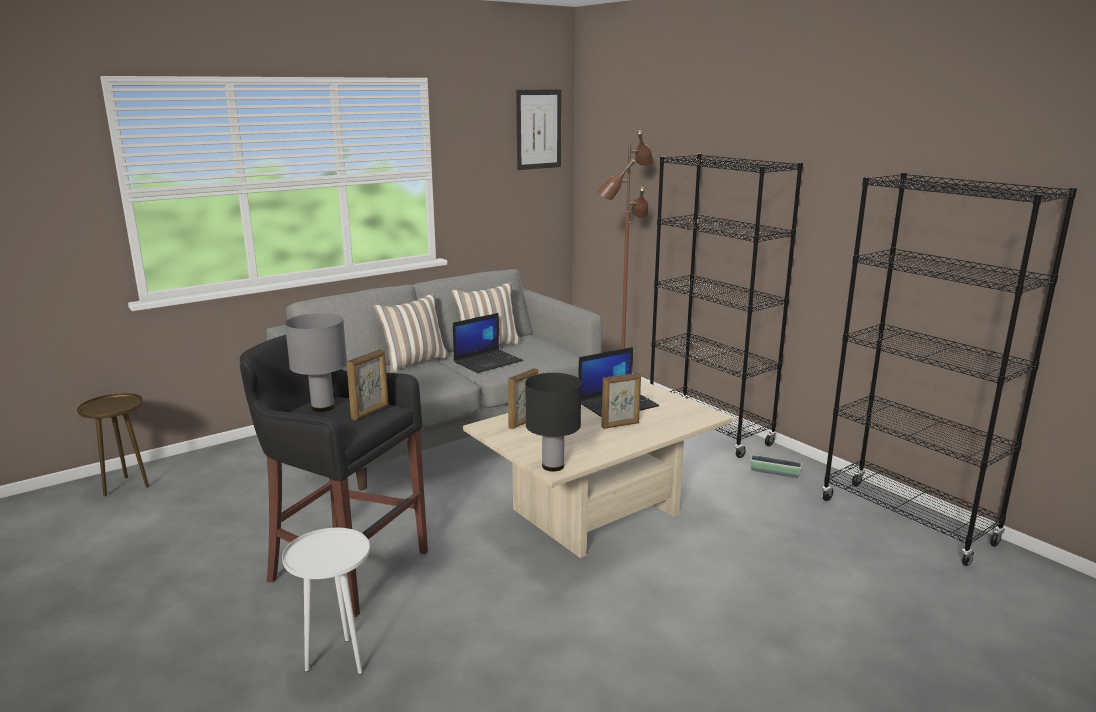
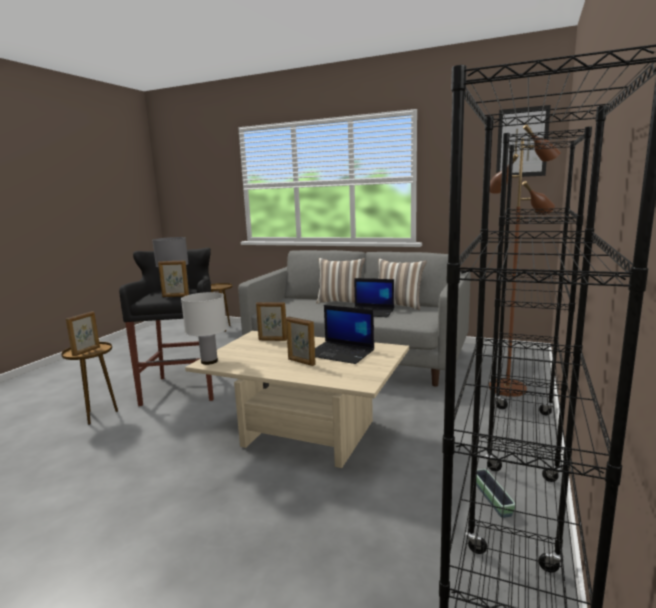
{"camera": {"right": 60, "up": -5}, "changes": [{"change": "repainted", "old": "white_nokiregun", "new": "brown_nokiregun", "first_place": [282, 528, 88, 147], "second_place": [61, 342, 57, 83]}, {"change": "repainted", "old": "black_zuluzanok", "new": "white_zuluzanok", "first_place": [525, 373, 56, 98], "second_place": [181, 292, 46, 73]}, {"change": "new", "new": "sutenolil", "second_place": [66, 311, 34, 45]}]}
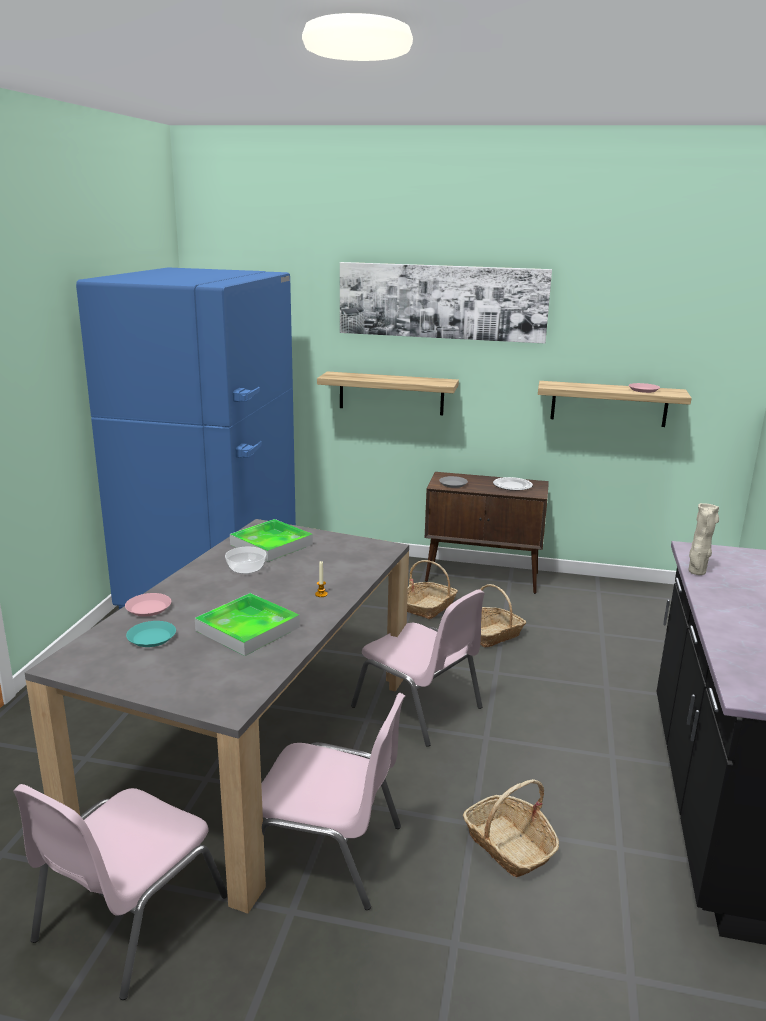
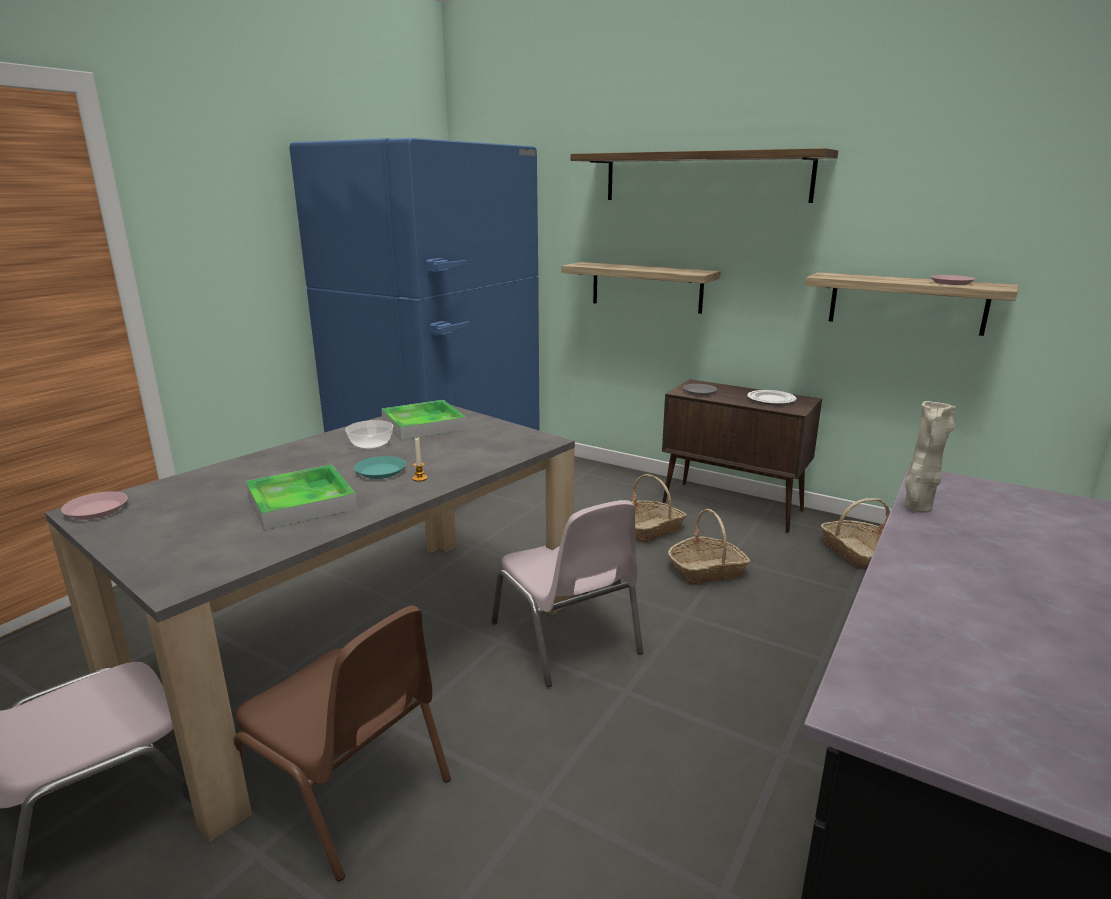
{"camera": {"right": 20, "up": 0}, "changes": [{"change": "shifted", "old": "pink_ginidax", "first_place": [125, 593, 46, 23], "second_place": [61, 491, 67, 29]}, {"change": "shifted", "old": "turquoise_ginidax", "first_place": [126, 621, 50, 26], "second_place": [354, 456, 52, 23]}, {"change": "repainted", "old": "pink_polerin", "new": "brown_polerin", "first_place": [261, 693, 144, 217], "second_place": [234, 605, 217, 276]}, {"change": "swapped", "old": "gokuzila", "new": "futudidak", "first_place": [340, 262, 212, 82], "second_place": [571, 148, 267, 55]}, {"change": "shifted", "old": "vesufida", "first_place": [463, 779, 96, 98], "second_place": [820, 498, 70, 69]}]}
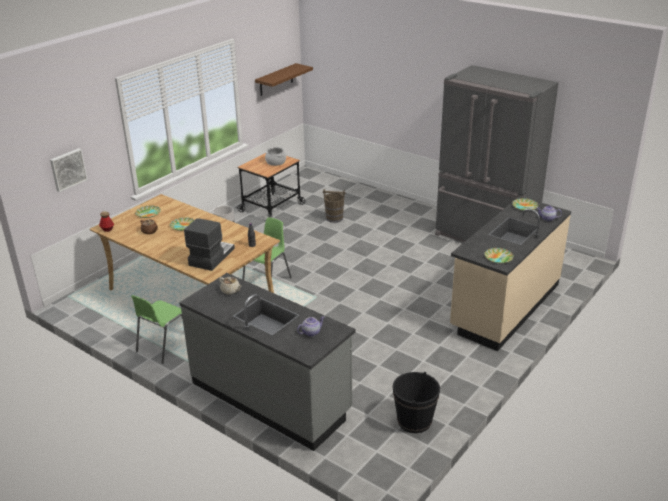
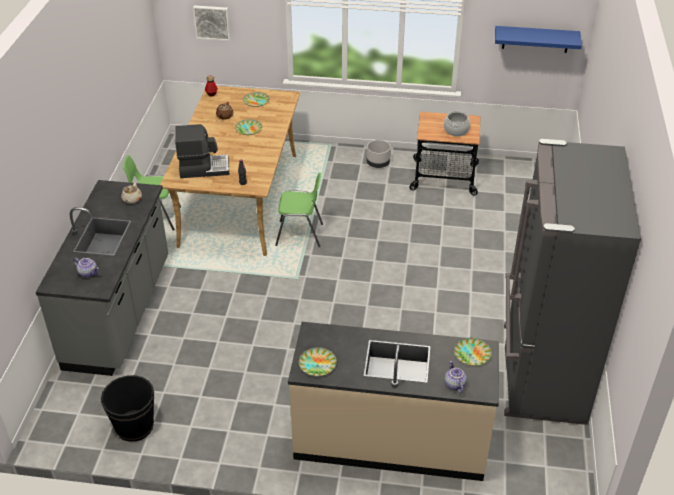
{"camera": {"right": 60, "up": 10}, "changes": [{"change": "repainted", "old": "brown_futudidak", "new": "blue_futudidak", "first_place": [255, 63, 58, 33], "second_place": [495, 26, 87, 27]}, {"change": "gone", "old": "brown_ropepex", "first_place": [323, 189, 23, 34]}]}
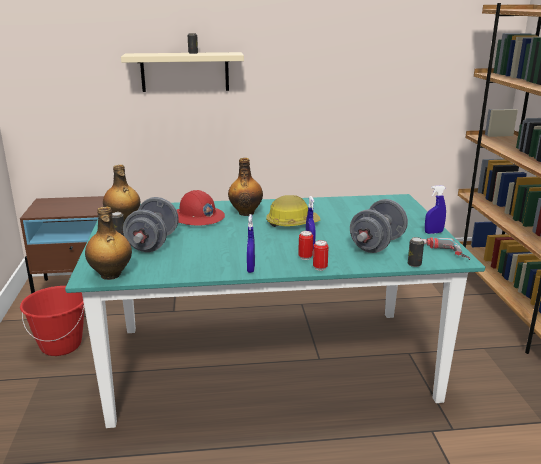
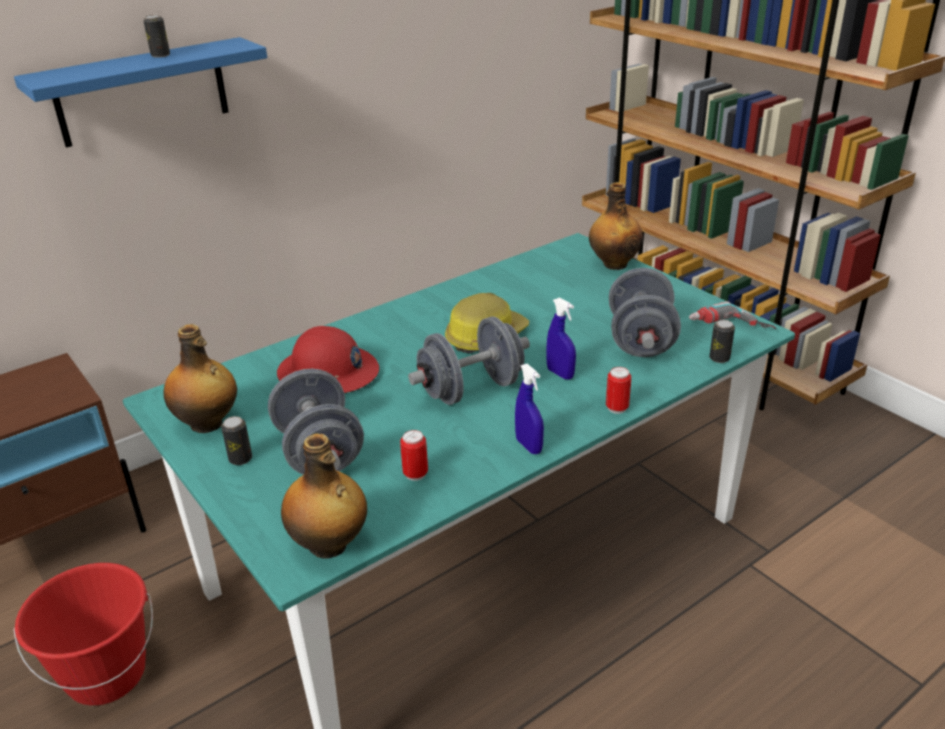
{"camera": {"right": -30, "up": 10}, "changes": [{"change": "repainted", "old": "beige_futudidak", "new": "blue_futudidak", "first_place": [121, 52, 123, 40], "second_place": [14, 37, 253, 111]}, {"change": "shifted", "old": "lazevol", "first_place": [228, 158, 35, 58], "second_place": [589, 182, 54, 88]}, {"change": "shifted", "old": "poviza", "first_place": [298, 231, 15, 29], "second_place": [400, 430, 28, 51]}, {"change": "gone", "old": "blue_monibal", "first_place": [425, 185, 21, 49]}, {"change": "new", "new": "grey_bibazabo", "second_place": [408, 317, 122, 88]}]}
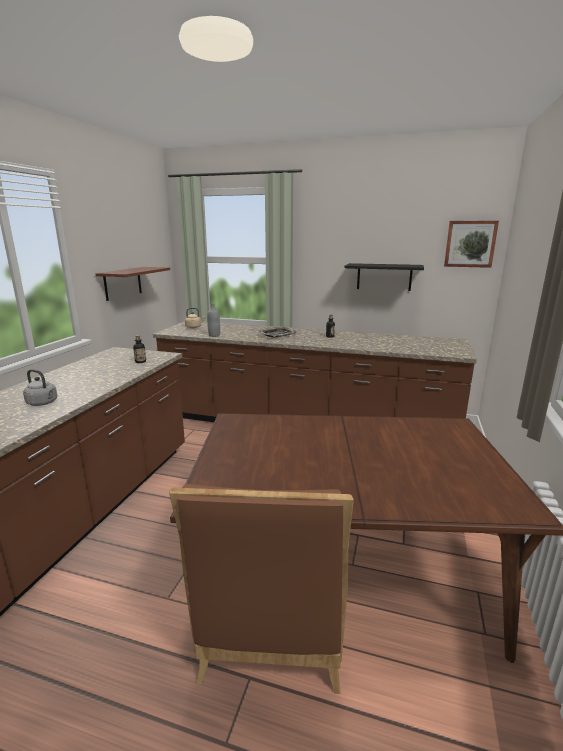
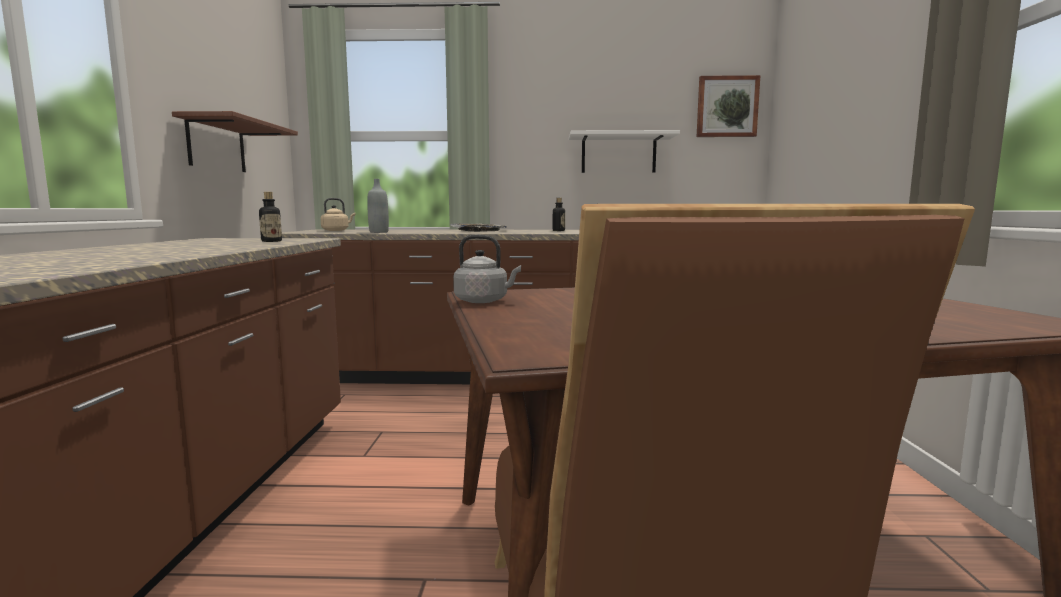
{"camera": {"right": -15, "up": -10}, "changes": [{"change": "shifted", "old": "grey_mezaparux", "first_place": [23, 369, 34, 37], "second_place": [453, 235, 68, 68]}, {"change": "repainted", "old": "black_futudidak", "new": "white_futudidak", "first_place": [344, 263, 80, 28], "second_place": [569, 130, 111, 43]}]}
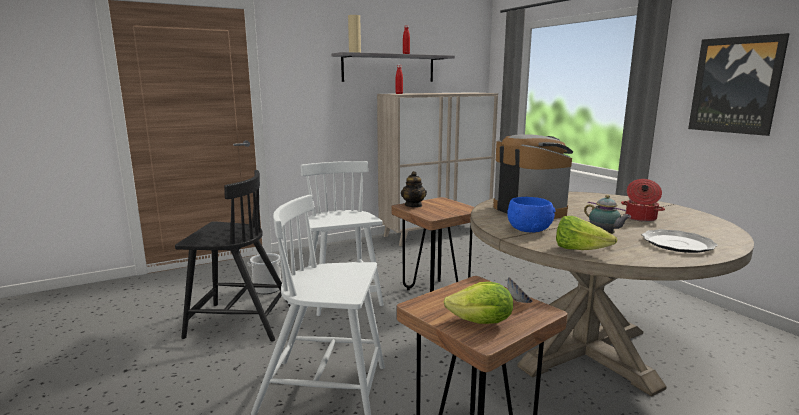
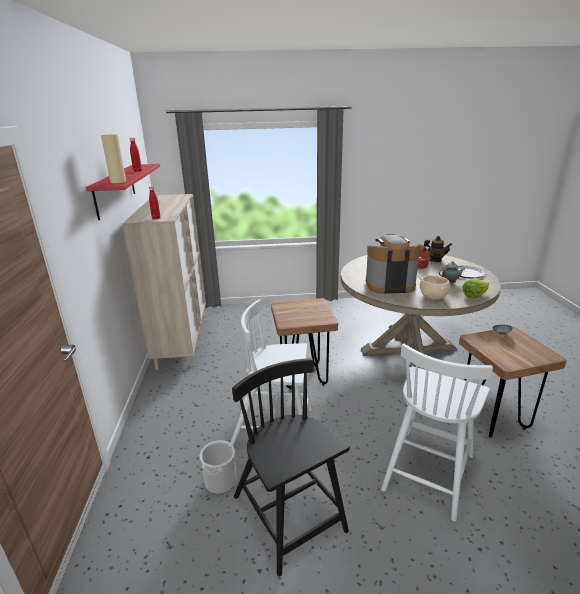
{"camera": {"right": -65, "up": 10}, "changes": [{"change": "rotated", "old": "black_polerin", "first_place": [175, 170, 116, 172], "second_place": [232, 358, 118, 218], "degrees": -60}, {"change": "repainted", "old": "grey_futudidak", "new": "red_futudidak", "first_place": [331, 52, 124, 30], "second_place": [86, 164, 74, 56]}, {"change": "shifted", "old": "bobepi", "first_place": [401, 171, 26, 37], "second_place": [424, 236, 28, 26]}, {"change": "gone", "old": "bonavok", "first_place": [443, 282, 70, 42]}, {"change": "repainted", "old": "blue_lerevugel", "new": "beige_lerevugel", "first_place": [507, 197, 49, 35], "second_place": [420, 275, 30, 25]}, {"change": "gone", "old": "gokuzila", "first_place": [688, 33, 102, 103]}]}
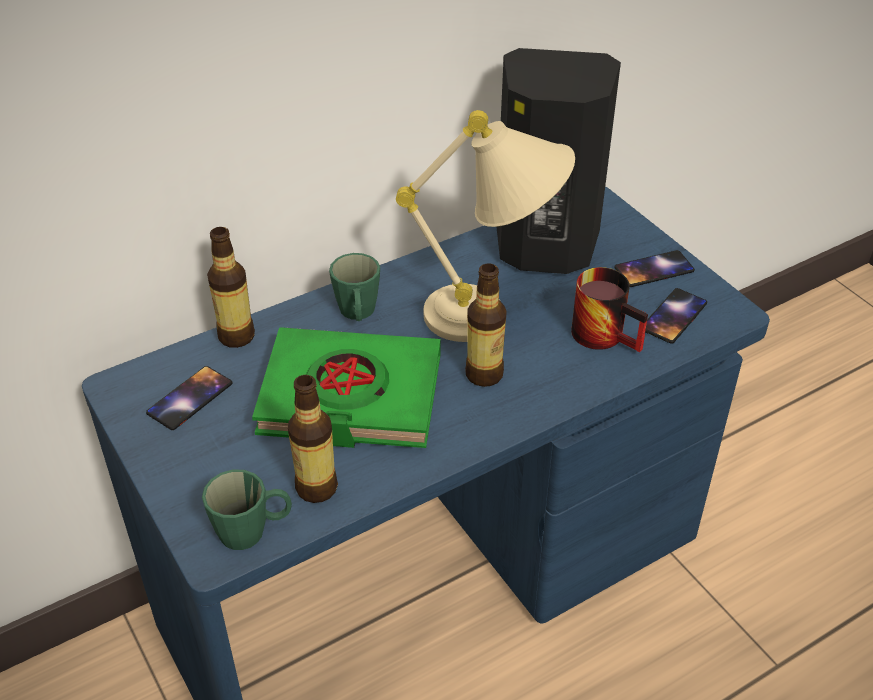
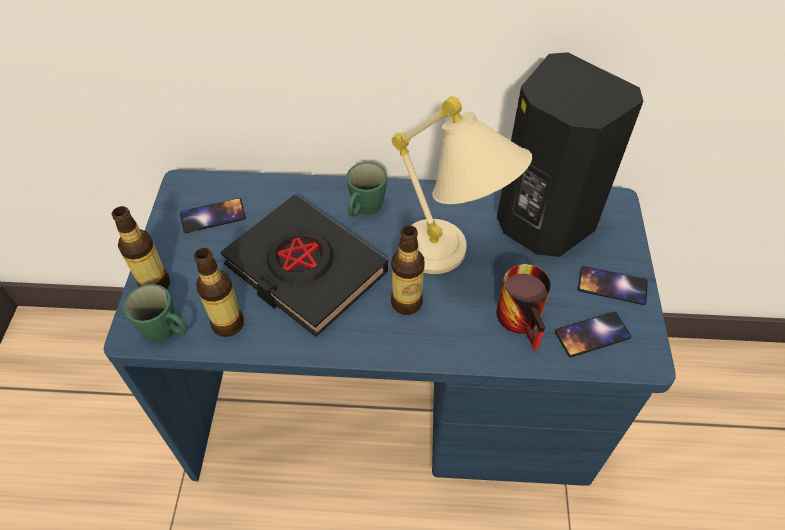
{"camera": {"right": 35, "up": 10}, "changes": [{"change": "shifted", "old": "lazevol", "first_place": [207, 227, 48, 121], "second_place": [112, 206, 58, 83]}, {"change": "repainted", "old": "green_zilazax", "new": "black_zilazax", "first_place": [252, 327, 189, 121], "second_place": [220, 195, 168, 142]}]}
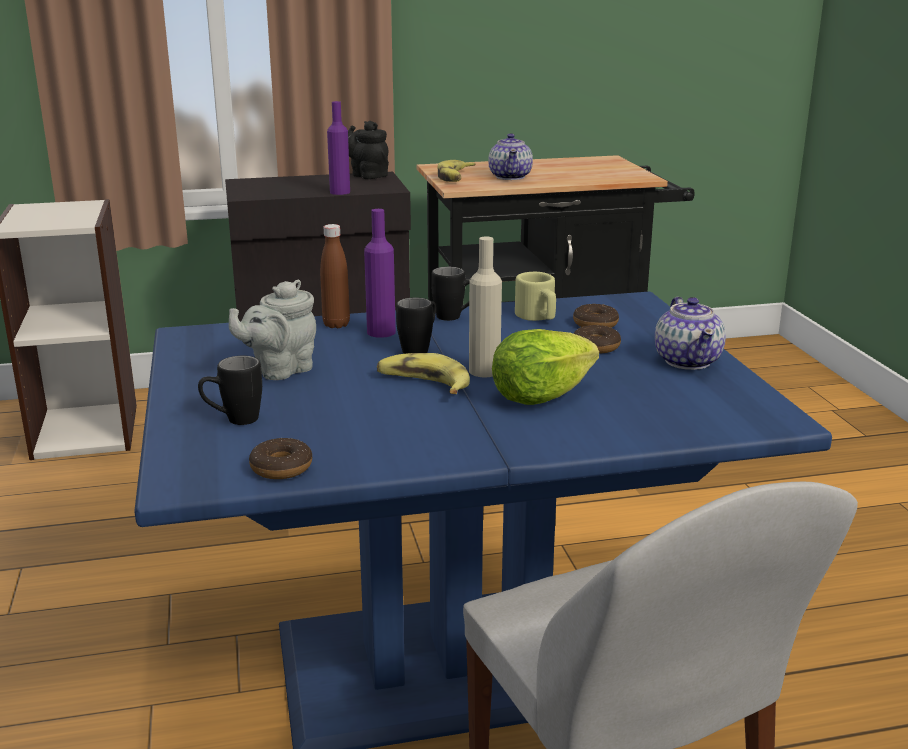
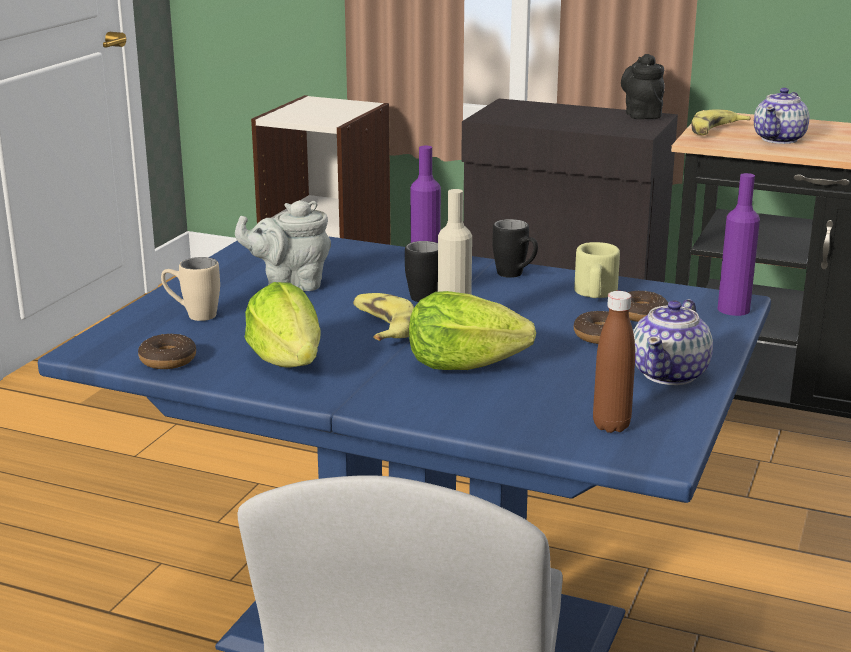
{"camera": {"right": 35, "up": 0}, "changes": [{"change": "repainted", "old": "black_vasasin", "new": "beige_vasasin", "first_place": [198, 356, 64, 69], "second_place": [161, 257, 59, 64]}, {"change": "shifted", "old": "brown_lazevol", "first_place": [320, 224, 30, 104], "second_place": [593, 291, 42, 142]}, {"change": "shifted", "old": "purple_lazevol", "first_place": [327, 101, 23, 94], "second_place": [718, 173, 42, 143]}, {"change": "new", "new": "bonavok", "second_place": [245, 282, 76, 86]}]}
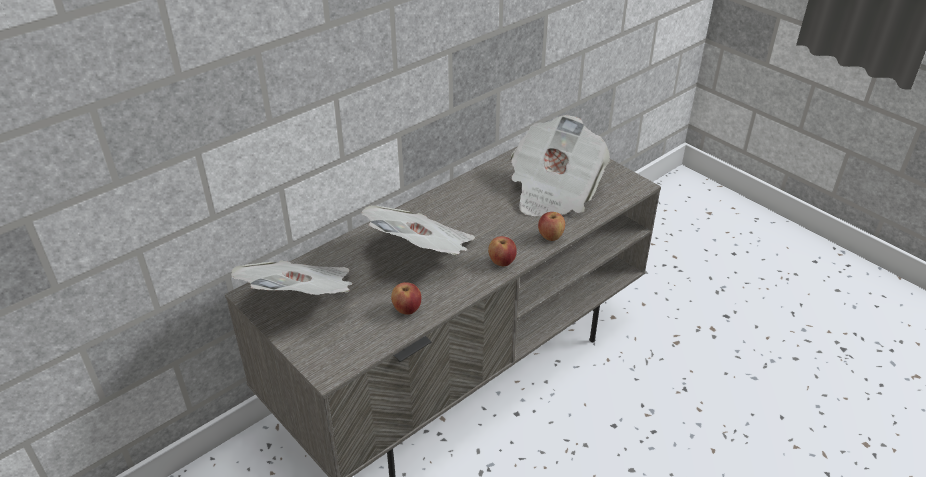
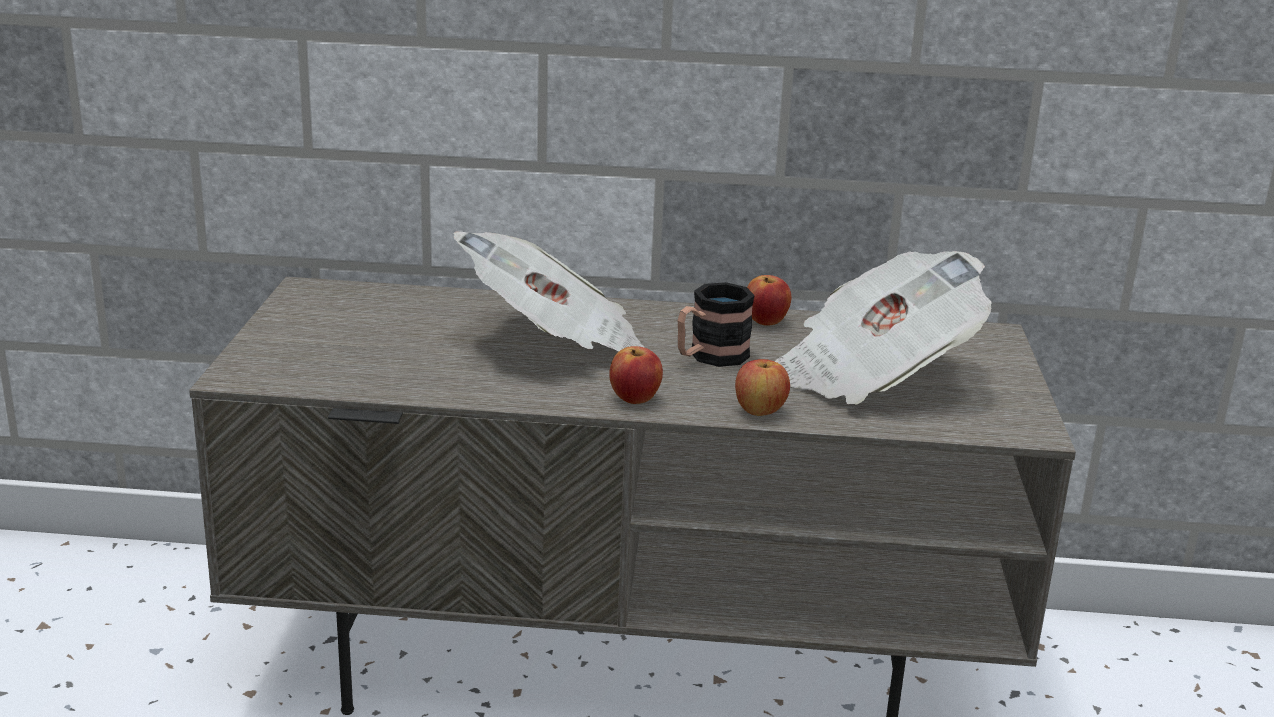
{"camera": {"right": 45, "up": -15}, "changes": [{"change": "gone", "old": "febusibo", "first_place": [231, 261, 122, 34]}, {"change": "shifted", "old": "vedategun", "first_place": [391, 282, 30, 33], "second_place": [747, 275, 44, 50]}, {"change": "new", "new": "vasasin", "second_place": [678, 282, 77, 85]}]}
